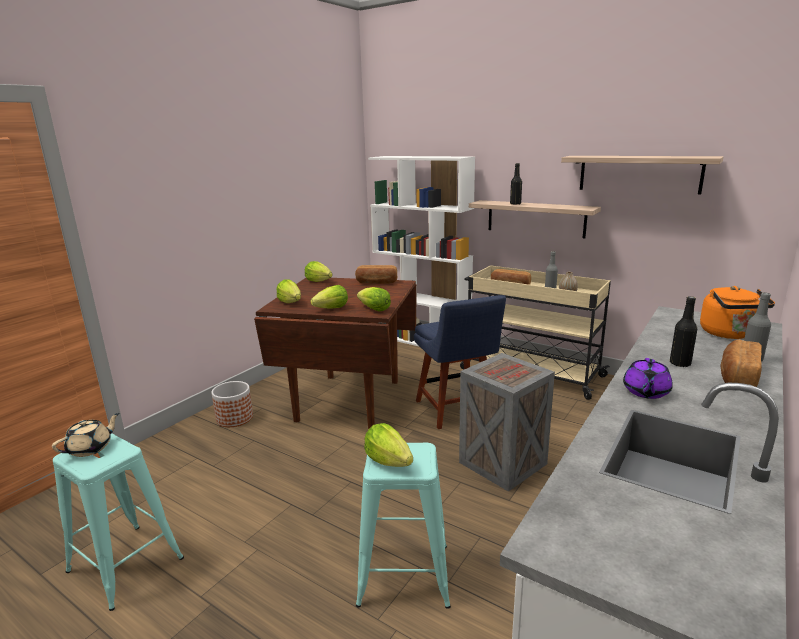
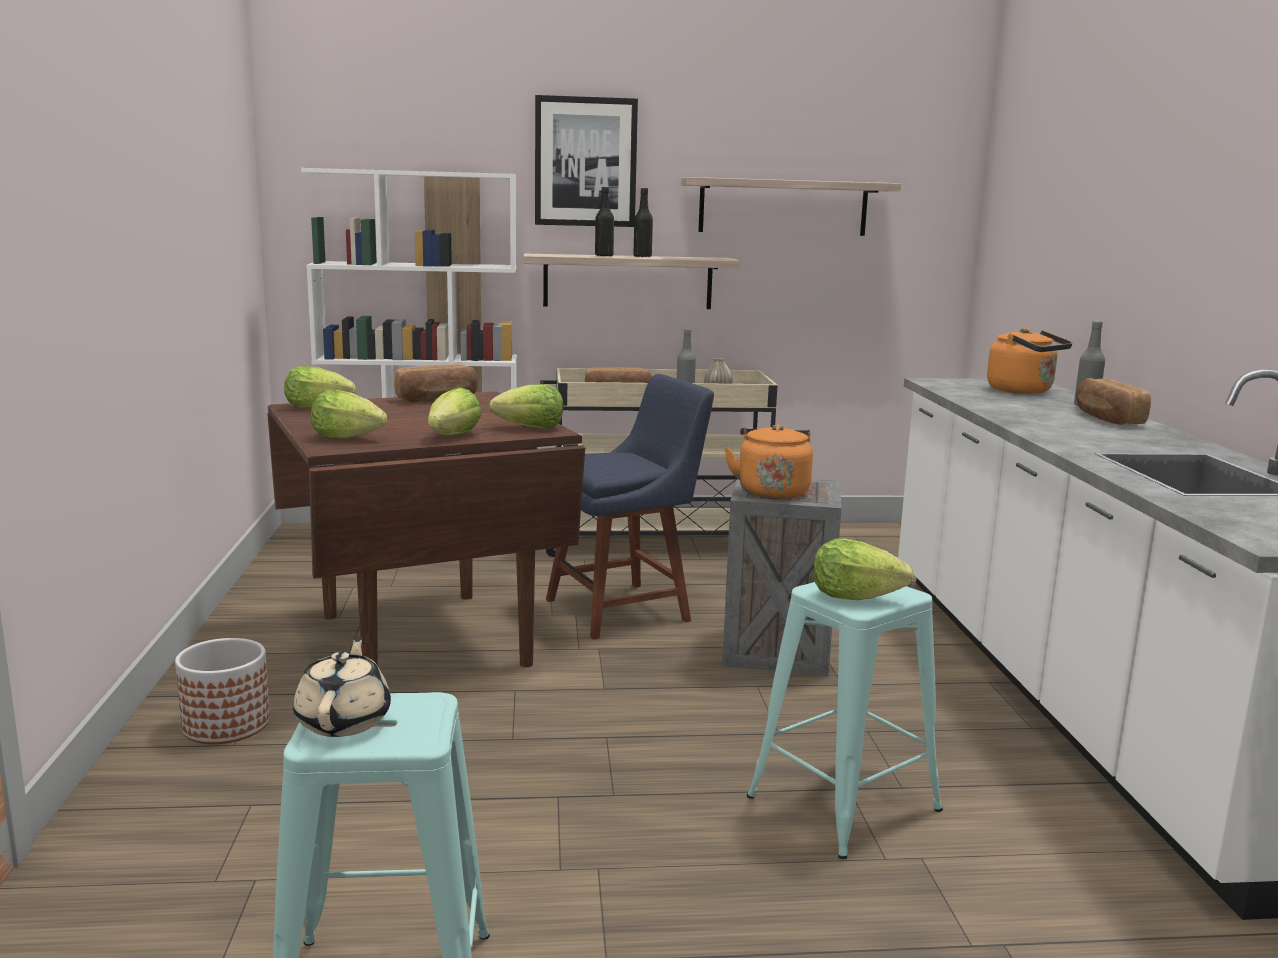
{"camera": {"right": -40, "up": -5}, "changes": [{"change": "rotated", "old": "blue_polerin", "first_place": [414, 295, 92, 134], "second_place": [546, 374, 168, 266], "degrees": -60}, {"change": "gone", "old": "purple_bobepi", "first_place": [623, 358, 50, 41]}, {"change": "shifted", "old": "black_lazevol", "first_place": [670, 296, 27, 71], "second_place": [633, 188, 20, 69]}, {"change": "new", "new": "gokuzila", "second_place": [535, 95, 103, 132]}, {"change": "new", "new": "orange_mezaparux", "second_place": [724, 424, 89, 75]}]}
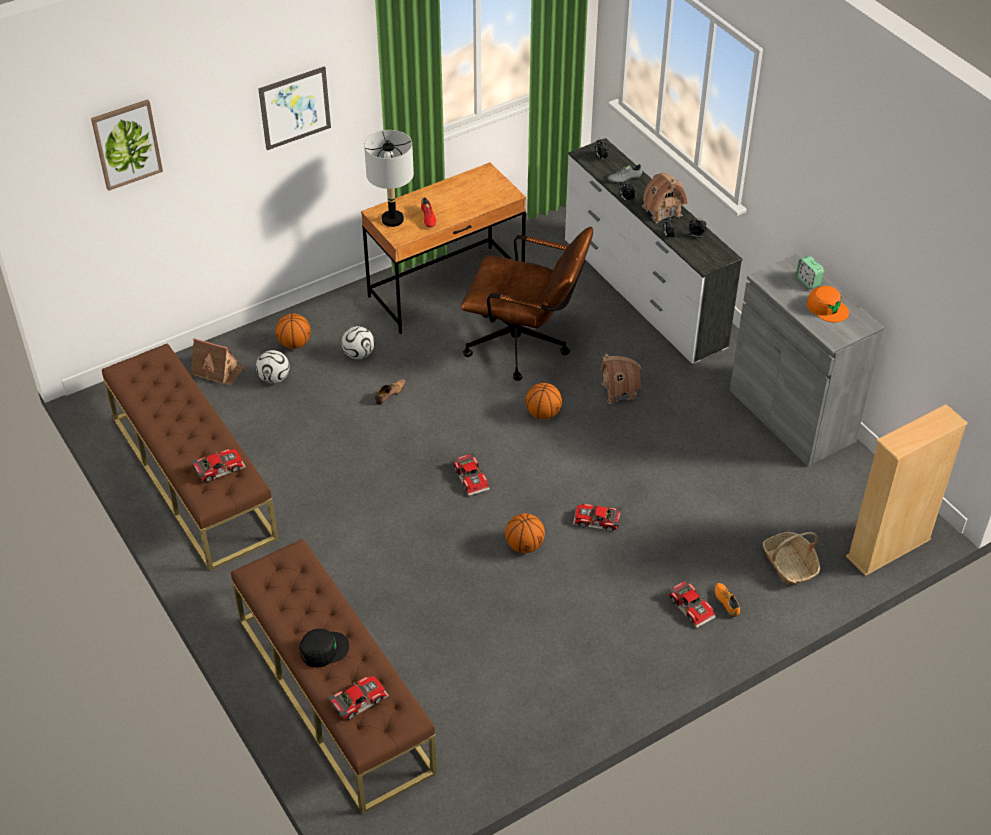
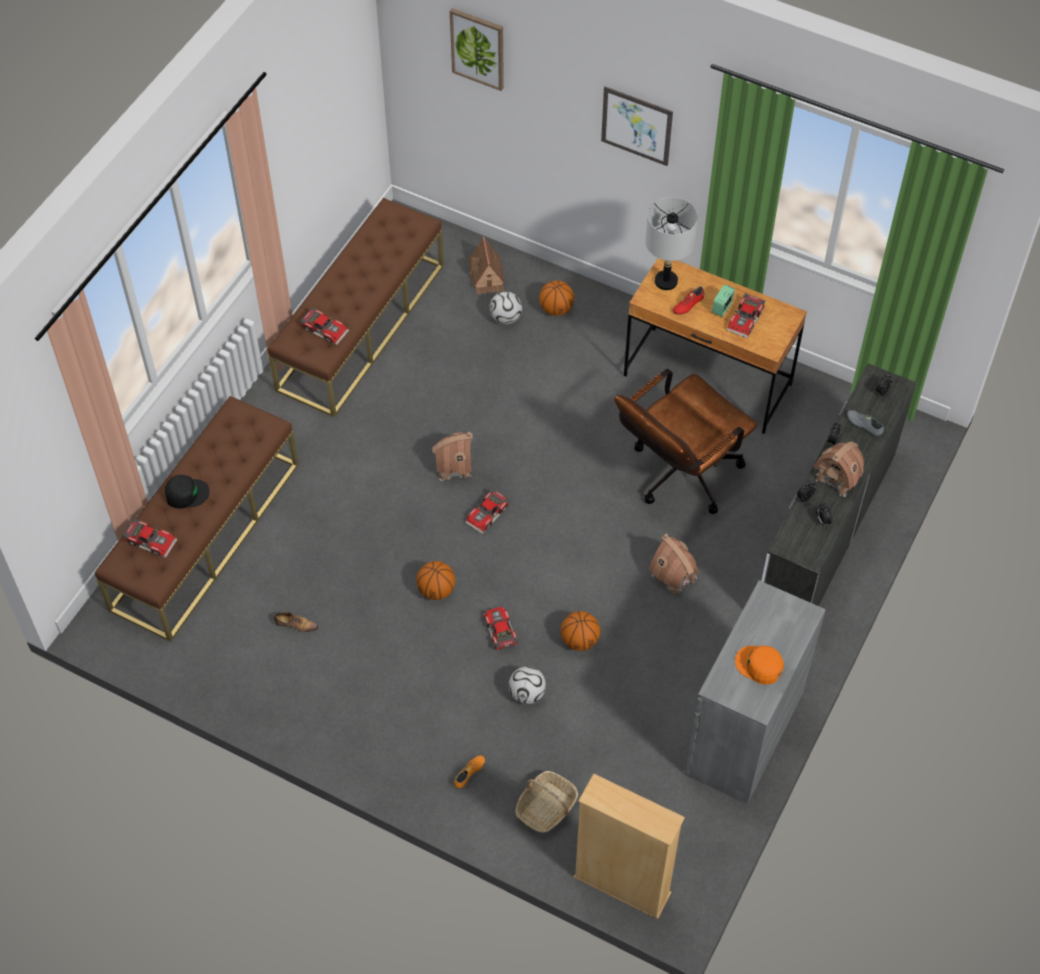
{"camera": {"right": 60, "up": 10}, "changes": [{"change": "rotated", "old": "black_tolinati", "first_place": [300, 629, 49, 39], "second_place": [165, 475, 45, 34], "degrees": -45}, {"change": "shifted", "old": "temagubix", "first_place": [342, 326, 33, 33], "second_place": [509, 666, 37, 38]}, {"change": "shifted", "old": "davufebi", "first_place": [375, 379, 32, 26], "second_place": [274, 612, 44, 20]}, {"change": "rotated", "old": "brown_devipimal", "first_place": [461, 227, 132, 154], "second_place": [614, 369, 143, 145], "degrees": 60}, {"change": "shifted", "old": "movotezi", "first_place": [525, 383, 37, 37], "second_place": [561, 611, 39, 40]}, {"change": "shifted", "old": "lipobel", "first_place": [668, 579, 48, 49], "second_place": [727, 293, 39, 45]}, {"change": "shifted", "old": "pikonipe", "first_place": [796, 256, 28, 33], "second_place": [712, 284, 23, 33]}, {"change": "rotated", "old": "orange_tolinati", "first_place": [807, 286, 42, 36], "second_place": [735, 646, 49, 39], "degrees": 105}, {"change": "new", "new": "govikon", "second_place": [432, 432, 41, 49]}]}
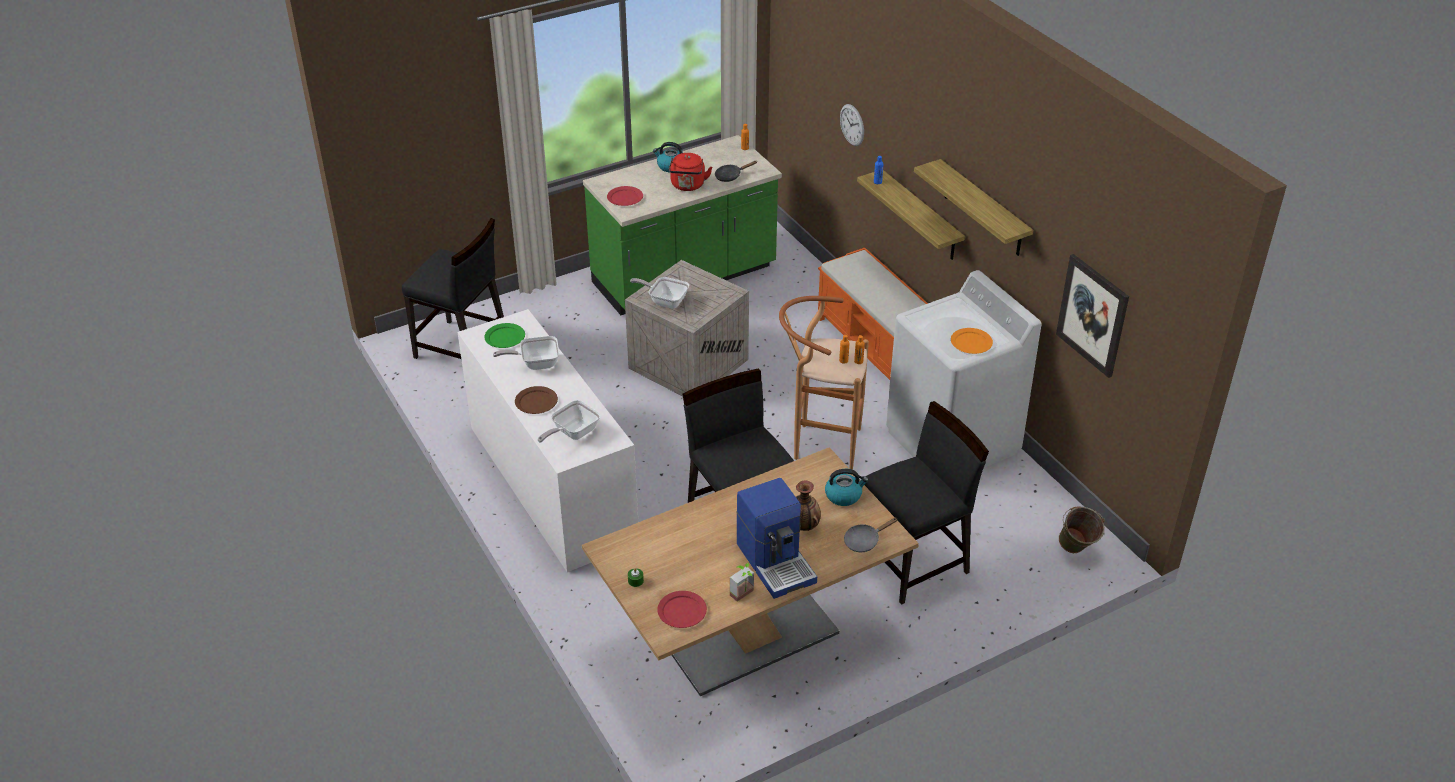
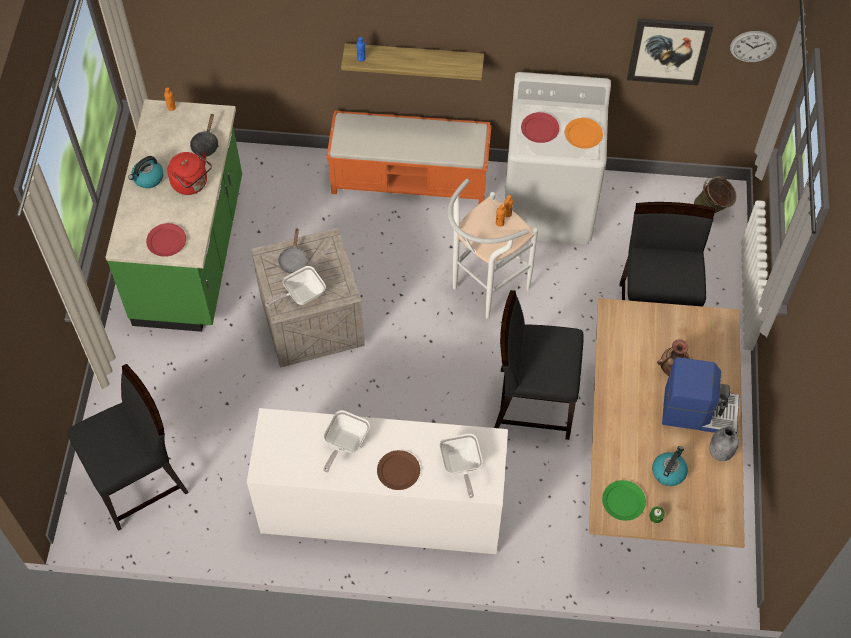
{"camera": {"right": -55, "up": 20}, "changes": [{"change": "shifted", "old": "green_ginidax", "first_place": [484, 323, 41, 25], "second_place": [602, 480, 44, 41]}, {"change": "shifted", "old": "red_ginidax", "first_place": [657, 591, 50, 37], "second_place": [521, 112, 38, 31]}, {"change": "swapped", "old": "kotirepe", "new": "grey_lazevol", "first_place": [730, 563, 24, 39], "second_place": [709, 426, 30, 35]}, {"change": "repainted", "old": "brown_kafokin", "new": "white_kafokin", "first_place": [779, 296, 90, 174], "second_place": [447, 179, 91, 140]}, {"change": "shifted", "old": "mezaparux", "first_place": [825, 469, 43, 37], "second_place": [652, 446, 36, 40]}, {"change": "shifted", "old": "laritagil", "first_place": [840, 104, 24, 42], "second_place": [730, 31, 47, 31]}, {"change": "shifted", "old": "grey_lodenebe", "first_place": [844, 518, 54, 34], "second_place": [278, 229, 29, 44]}, {"change": "gone", "old": "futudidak", "first_place": [914, 159, 119, 97]}]}
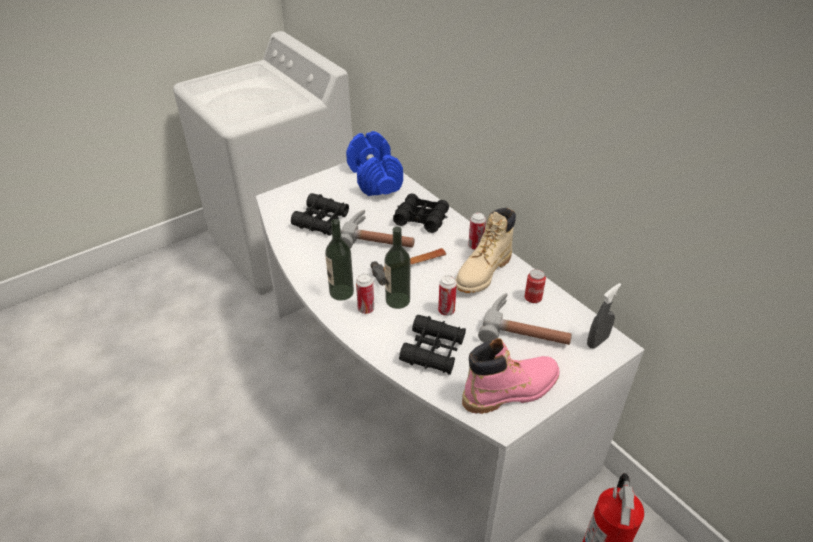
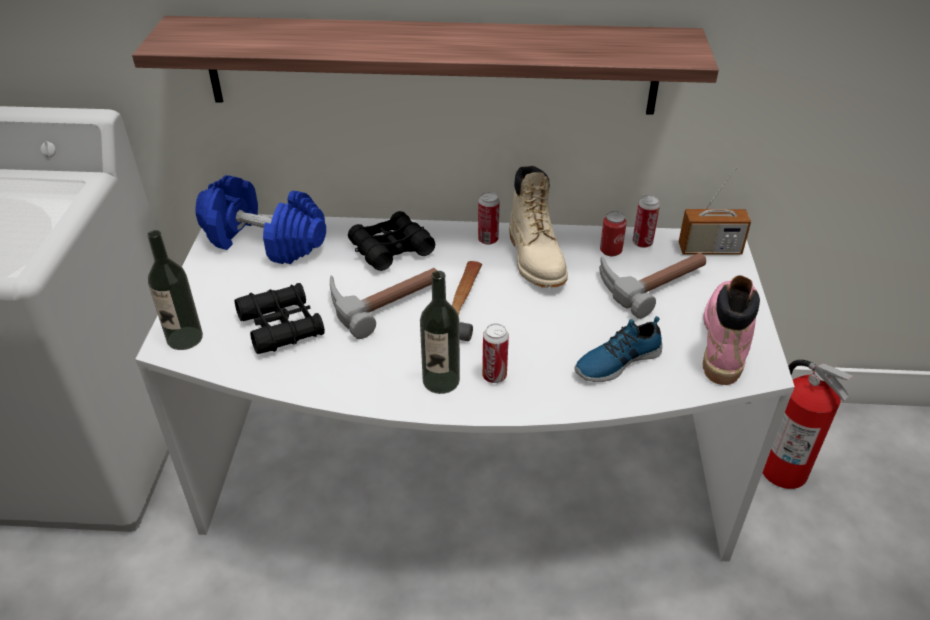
{"camera": {"right": -50, "up": 0}, "changes": [{"change": "shifted", "old": "lazevol", "first_place": [384, 227, 26, 82], "second_place": [147, 230, 56, 120]}, {"change": "swapped", "old": "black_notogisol", "new": "davufebi", "first_place": [399, 315, 67, 60], "second_place": [574, 316, 88, 66]}, {"change": "shifted", "old": "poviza", "first_place": [438, 275, 19, 41], "second_place": [632, 195, 28, 53]}, {"change": "swapped", "old": "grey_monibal", "new": "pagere", "first_place": [587, 283, 34, 66], "second_place": [679, 167, 72, 88]}, {"change": "new", "new": "futudidak", "second_place": [132, 16, 587, 99]}]}
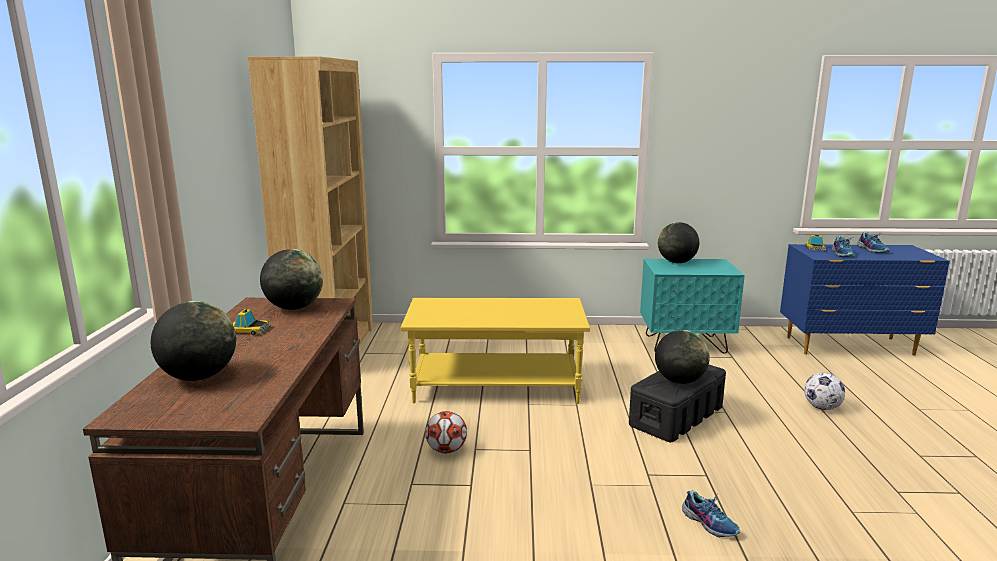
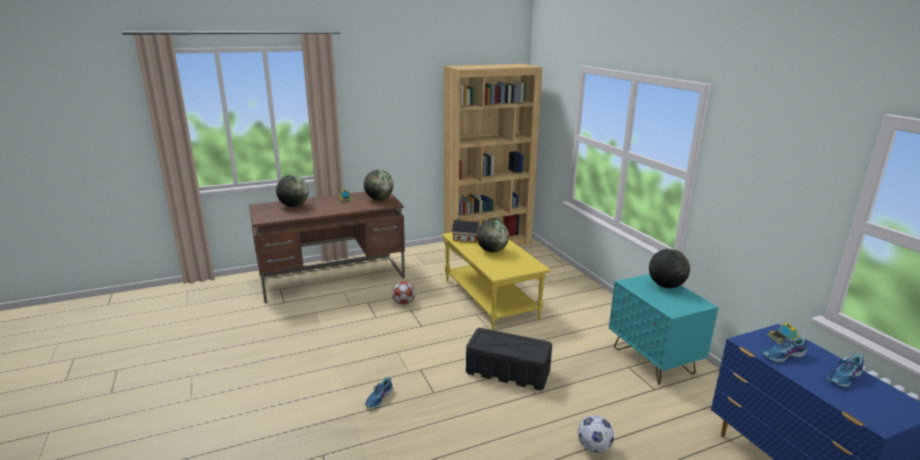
{"camera": {"right": 65, "up": 5}, "changes": [{"change": "shifted", "old": "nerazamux", "first_place": [655, 330, 55, 54], "second_place": [477, 219, 32, 34]}, {"change": "new", "new": "govikon", "second_place": [452, 217, 28, 26]}]}
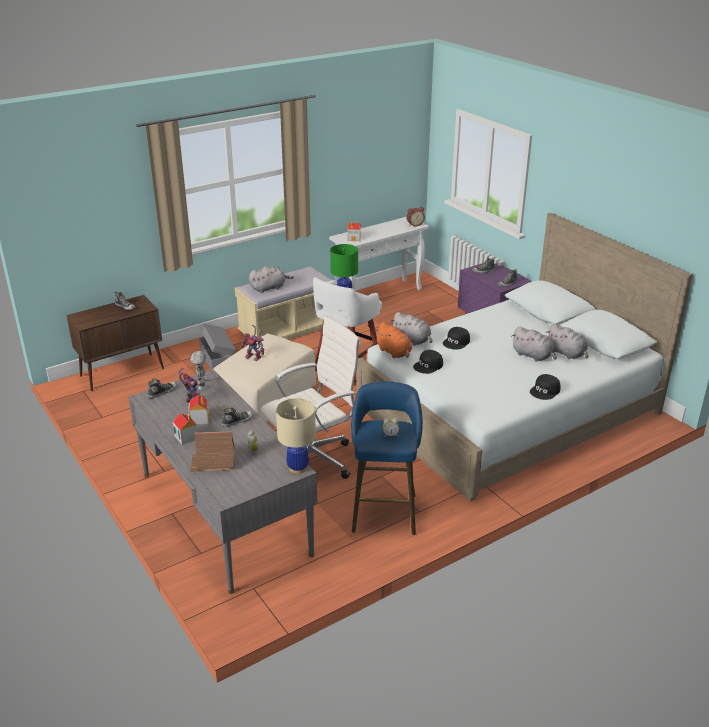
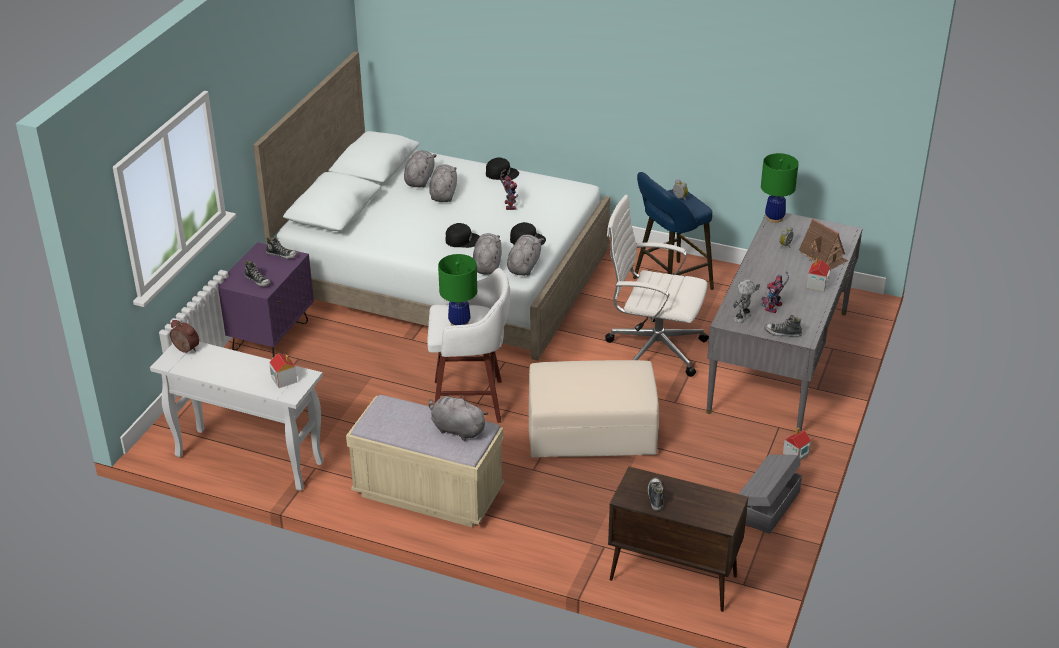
{"camera": {"right": -125, "up": 5}, "changes": [{"change": "shifted", "old": "govikon", "first_place": [188, 395, 22, 29], "second_place": [783, 427, 28, 34]}, {"change": "shifted", "old": "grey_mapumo", "first_place": [199, 323, 37, 47], "second_place": [739, 455, 63, 79]}, {"change": "gone", "old": "davufebi", "first_place": [221, 406, 32, 21]}, {"change": "shifted", "old": "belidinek", "first_place": [241, 325, 23, 36], "second_place": [500, 169, 18, 41]}, {"change": "repainted", "old": "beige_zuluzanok", "new": "green_zuluzanok", "first_place": [276, 398, 40, 76], "second_place": [761, 153, 38, 70]}, {"change": "repainted", "old": "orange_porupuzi", "new": "grey_porupuzi", "first_place": [375, 322, 37, 36], "second_place": [507, 234, 37, 42]}]}
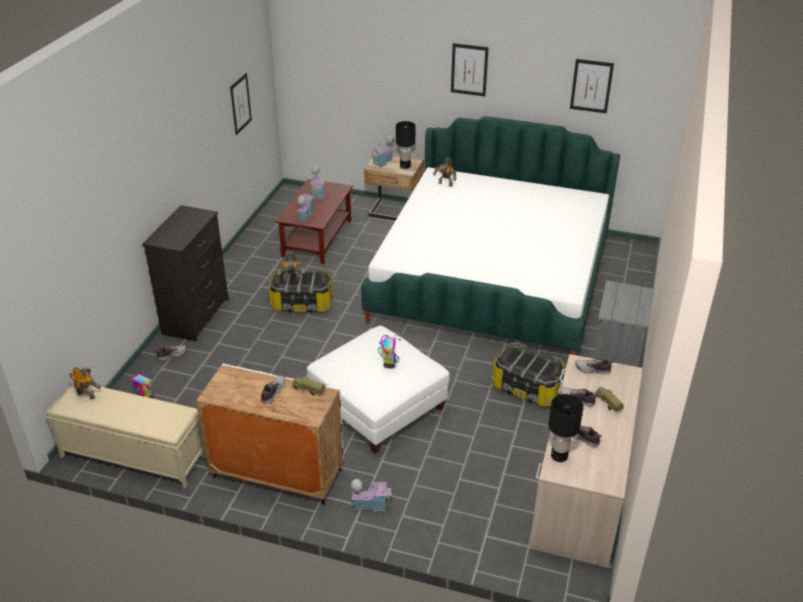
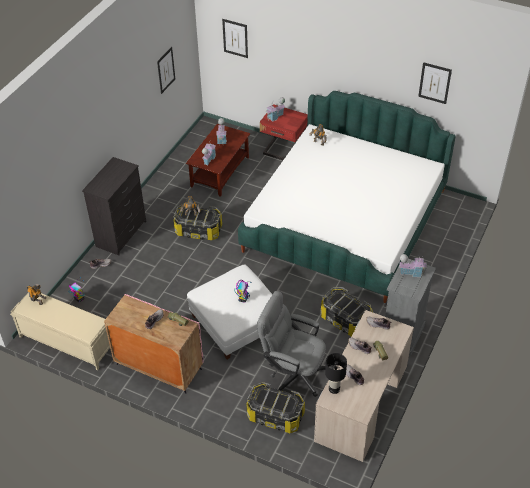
{"camera": {"right": 10, "up": 10}, "changes": [{"change": "repainted", "old": "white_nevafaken", "new": "pink_nevafaken", "first_place": [196, 364, 148, 141], "second_place": [104, 294, 99, 100]}, {"change": "shifted", "old": "govikon", "first_place": [351, 478, 41, 33], "second_place": [399, 254, 28, 23]}, {"change": "repainted", "old": "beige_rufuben", "new": "red_rufuben", "first_place": [364, 154, 60, 67], "second_place": [260, 104, 48, 56]}, {"change": "gone", "old": "black_zuluzanok", "first_place": [396, 121, 20, 48]}, {"change": "shifted", "old": "gokuzila", "first_place": [451, 43, 38, 53], "second_place": [222, 19, 26, 39]}, {"change": "new", "new": "mapumo", "second_place": [246, 382, 59, 51]}, {"change": "new", "new": "grey_devipimal", "second_place": [257, 291, 69, 106]}]}
